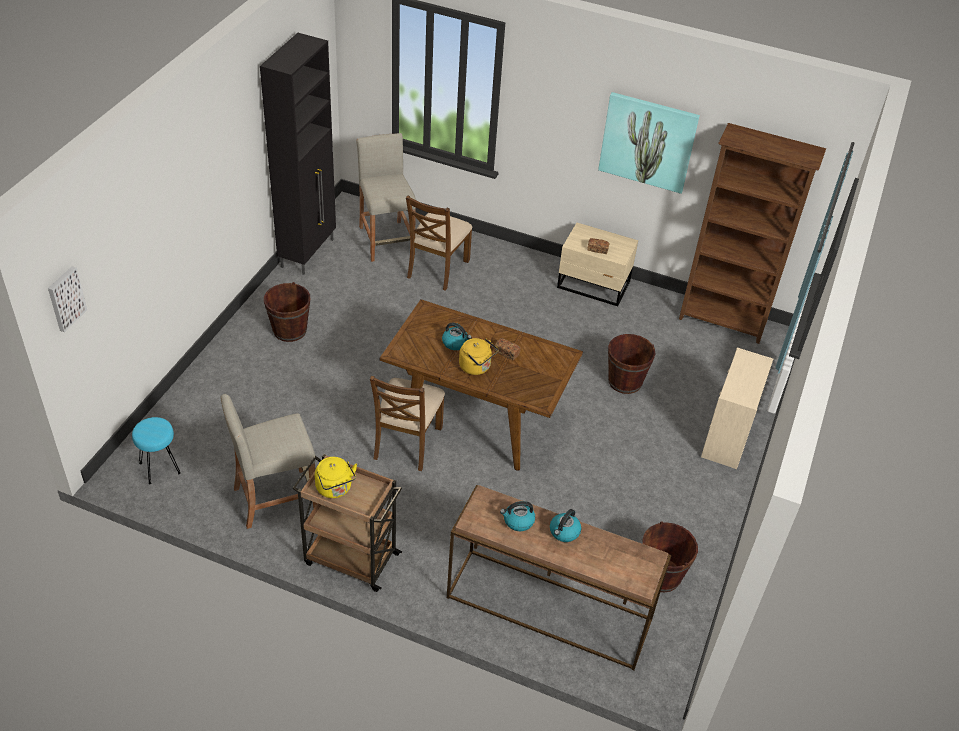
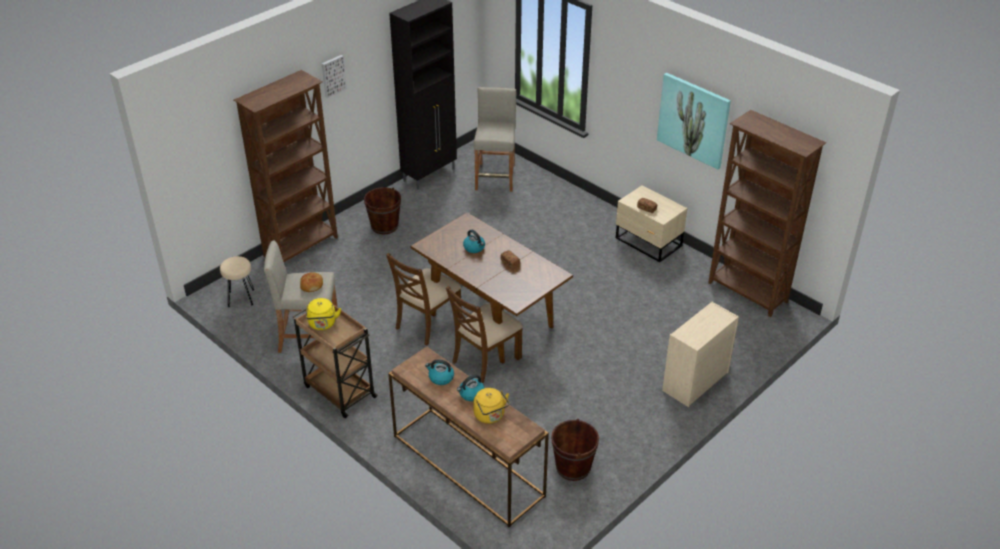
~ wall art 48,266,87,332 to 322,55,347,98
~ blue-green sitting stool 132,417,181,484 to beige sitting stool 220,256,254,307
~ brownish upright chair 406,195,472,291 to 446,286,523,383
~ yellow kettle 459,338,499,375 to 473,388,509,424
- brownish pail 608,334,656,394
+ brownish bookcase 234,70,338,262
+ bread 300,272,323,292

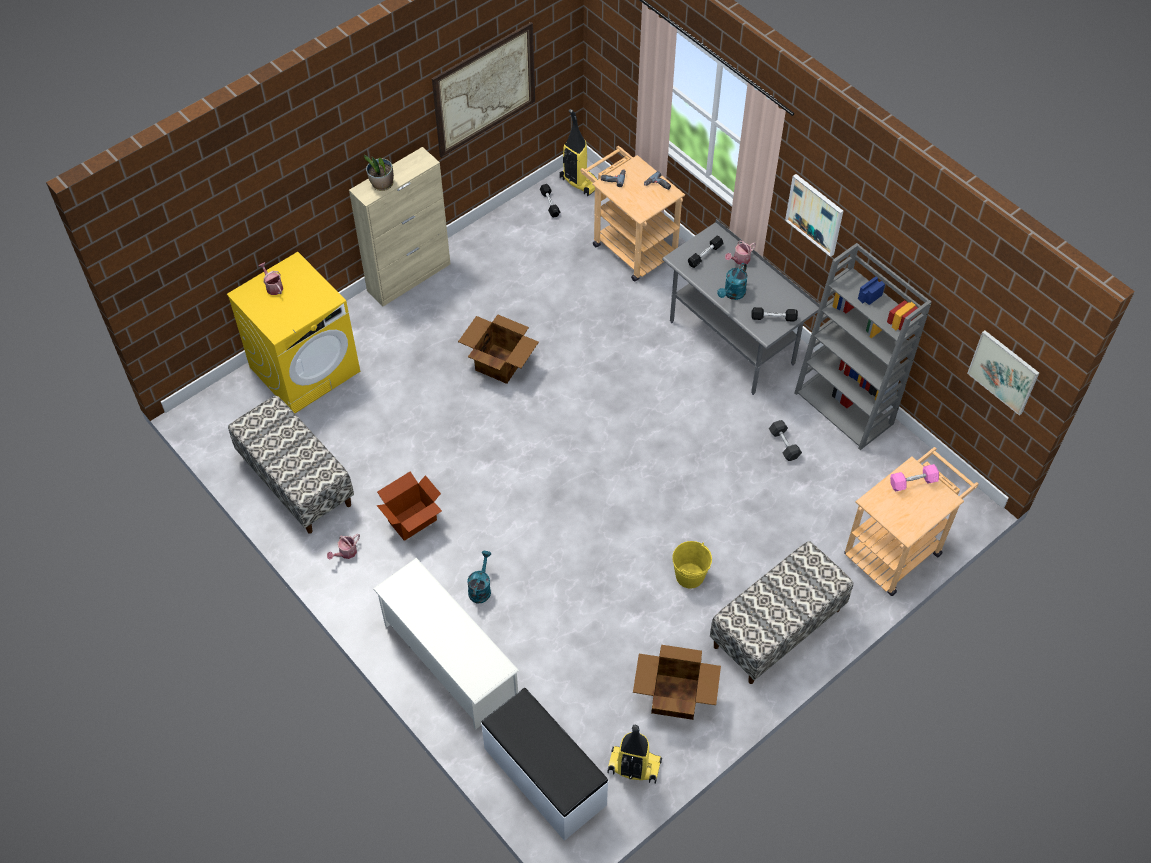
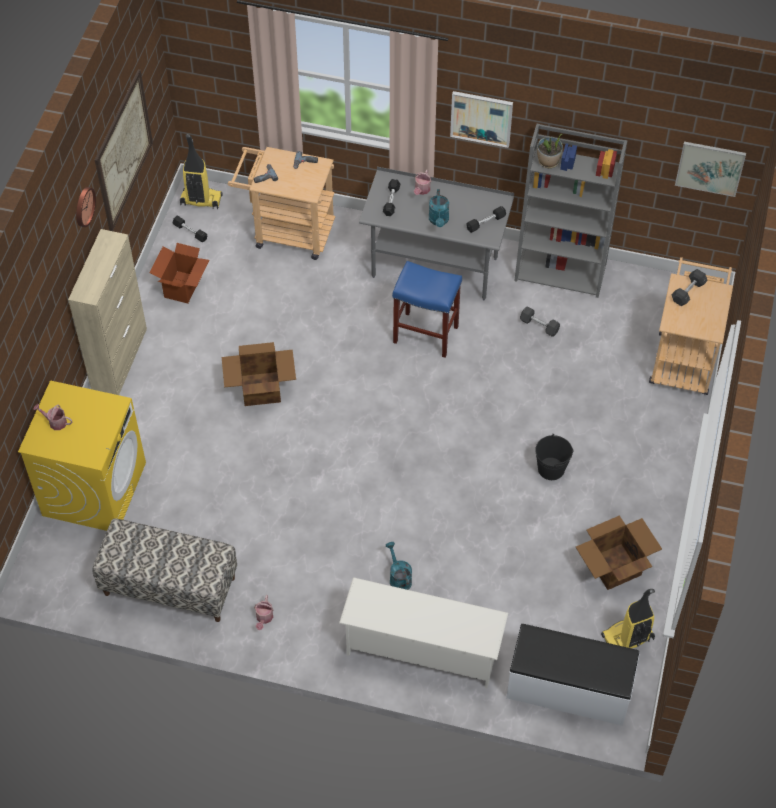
~ houseplant 364,155,394,191 to 537,134,563,168
~ carton 377,471,442,541 to 150,243,209,304
~ yellow pail 672,541,712,589 to black pail 535,434,574,480
- long seat 710,541,853,684
~ pink hand weight 890,464,939,491 to greyish hand weight 671,269,708,306
+ clock on the wall 76,187,96,227
+ bluish sitting stool 392,261,462,358

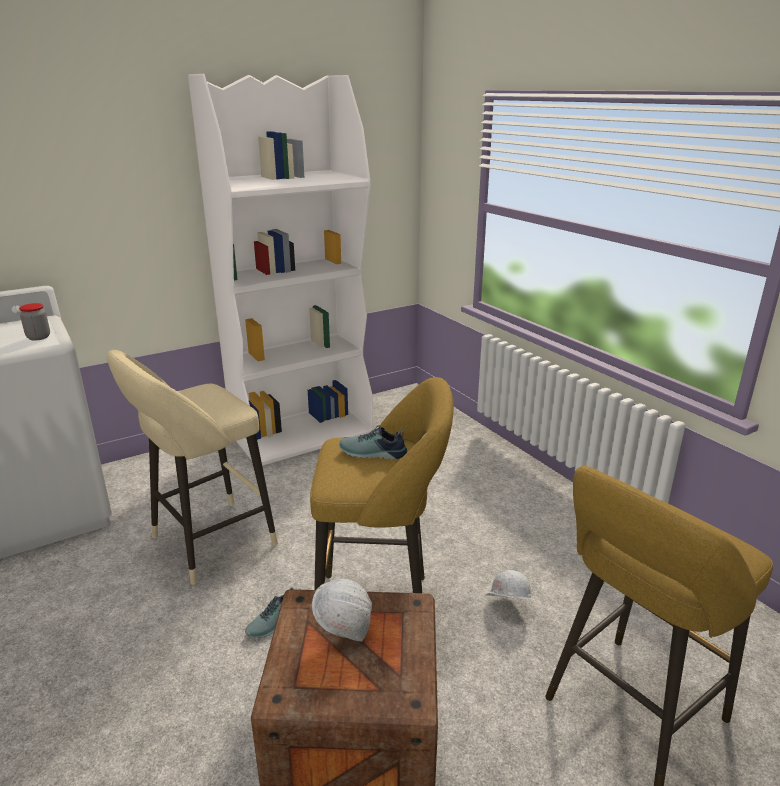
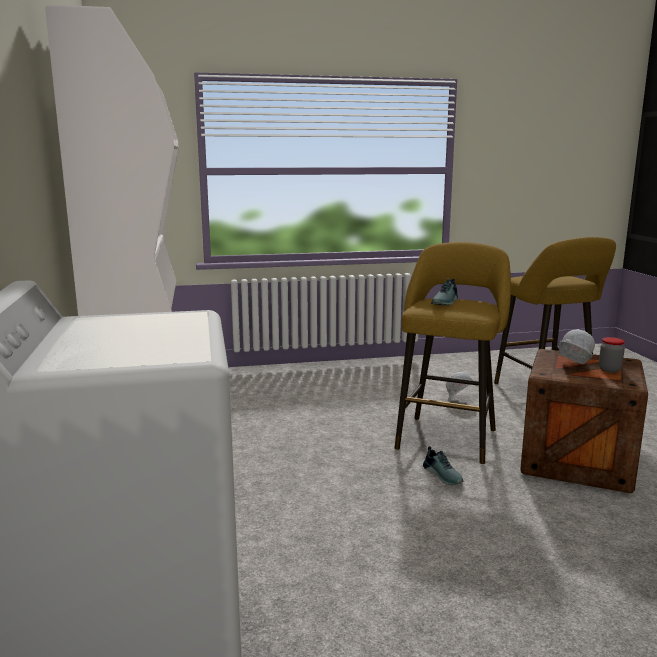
~ jar 19,303,50,341 to 599,337,625,373
- beige sitting stool 107,350,278,585

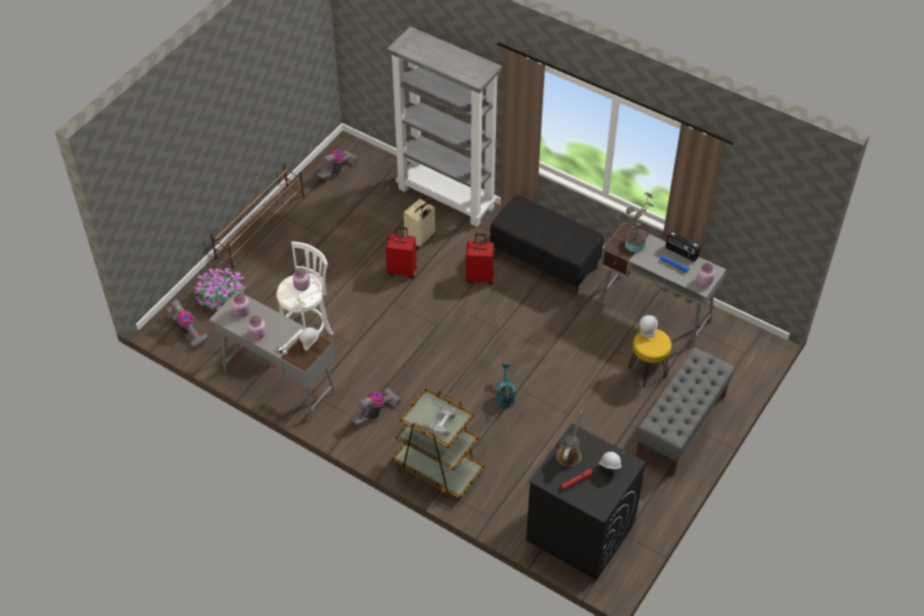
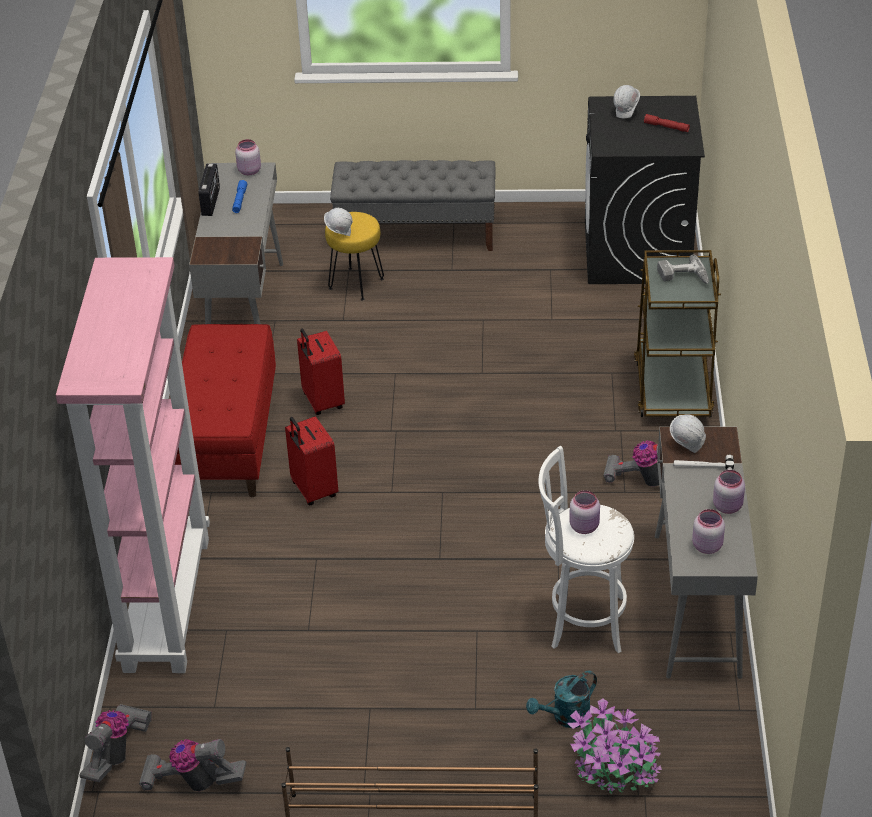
~ vacuum 166,299,209,348 to 79,704,152,782
~ red piece of luggage 386,227,417,279 to 297,329,345,415
~ greyish bookcase 387,26,502,227 to pink bookcase 56,257,210,673
- beige piece of luggage 404,199,435,249
~ black long seat 490,195,604,295 to red long seat 175,324,276,497
~ blue-green watering pot 496,363,516,408 to 526,671,597,728
- brownish watering pot 556,409,583,467
- houseplant 615,192,654,252

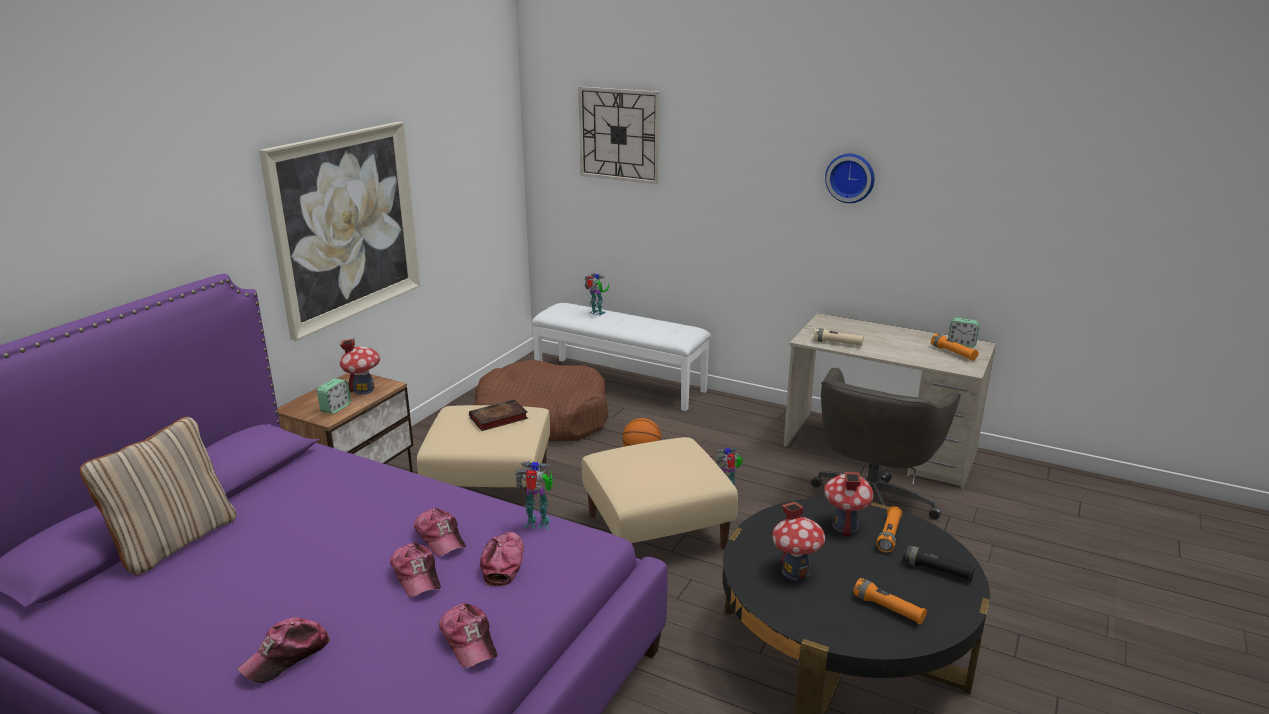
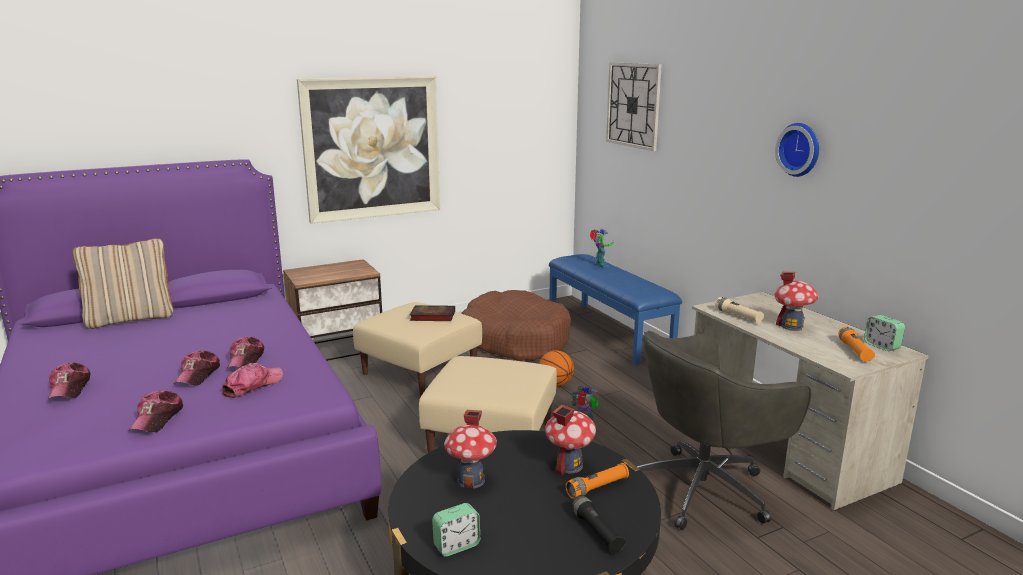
~ peaked cap 238,617,330,683 = 47,363,91,400 90 degrees counterclockwise
~ table clock 317,378,351,414 to 432,503,480,557
~ toy house 340,338,380,395 to 775,272,819,331
- robot figure 515,461,553,529
~ whitish long seat 531,303,711,411 to bluish long seat 549,254,682,365
- orangey flashlight 853,578,927,625

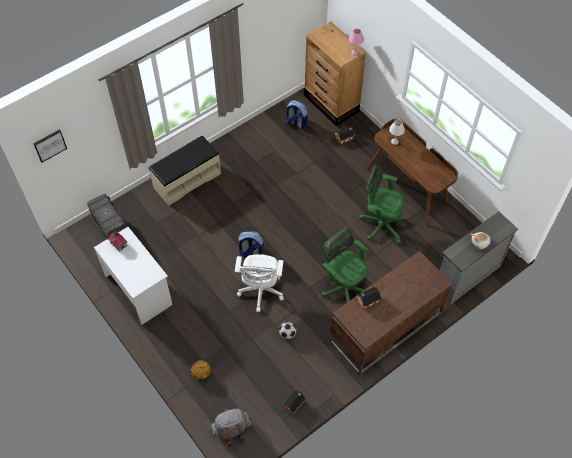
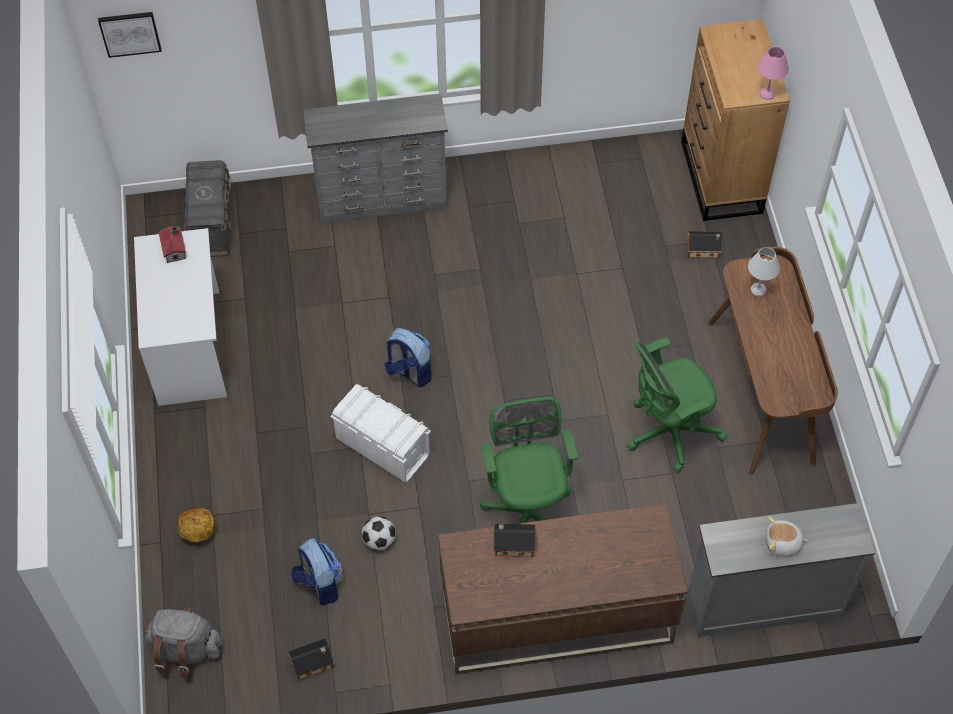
~ beige long seat 148,135,221,206 to greyish chest of drawers 303,94,448,224
~ whitish computer chair 235,254,284,312 to whitish storage box 330,384,431,483
~ backpack 286,100,308,129 to 291,538,343,605
~ greenish computer chair 359,165,407,244 = 627,337,727,473 75 degrees counterclockwise

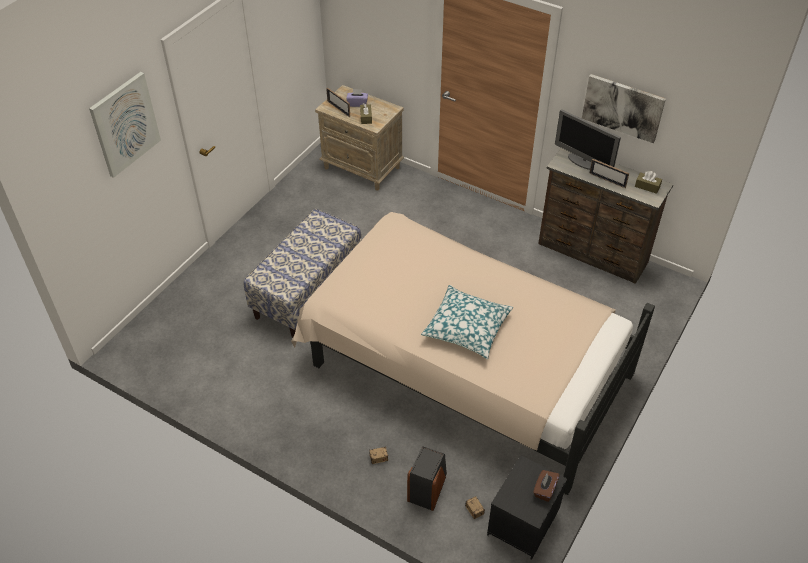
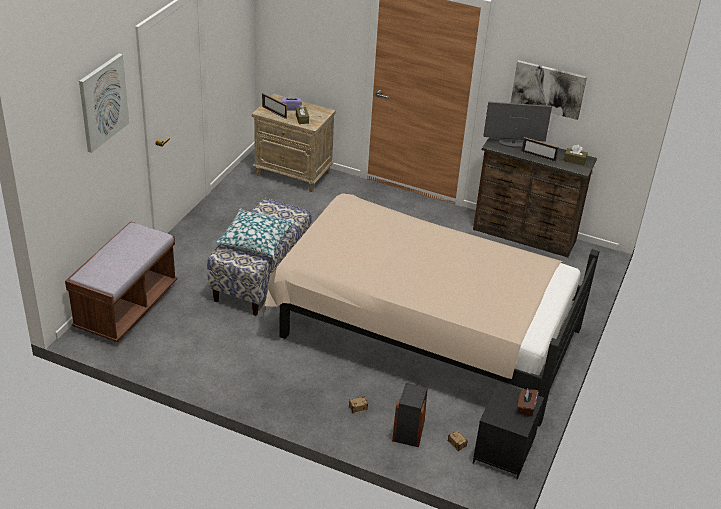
~ cushion 421,285,513,359 to 216,208,295,257
~ monitor 555,109,621,170 = 483,102,552,148 150 degrees clockwise
+ brownish long seat 65,221,177,342

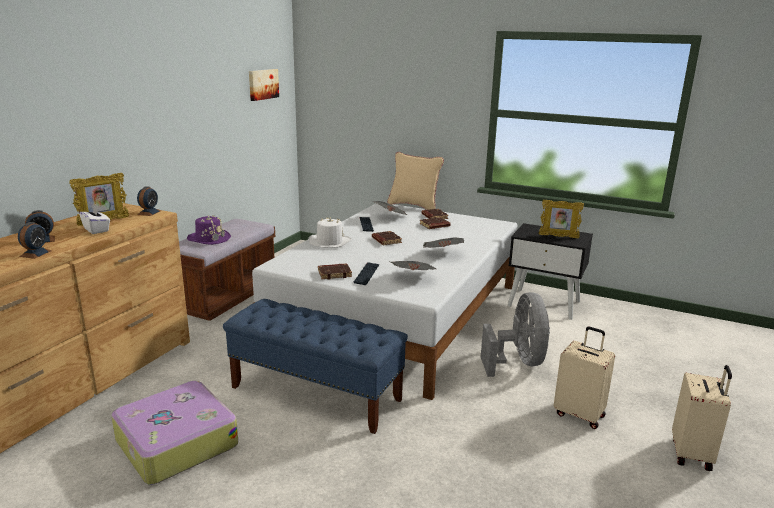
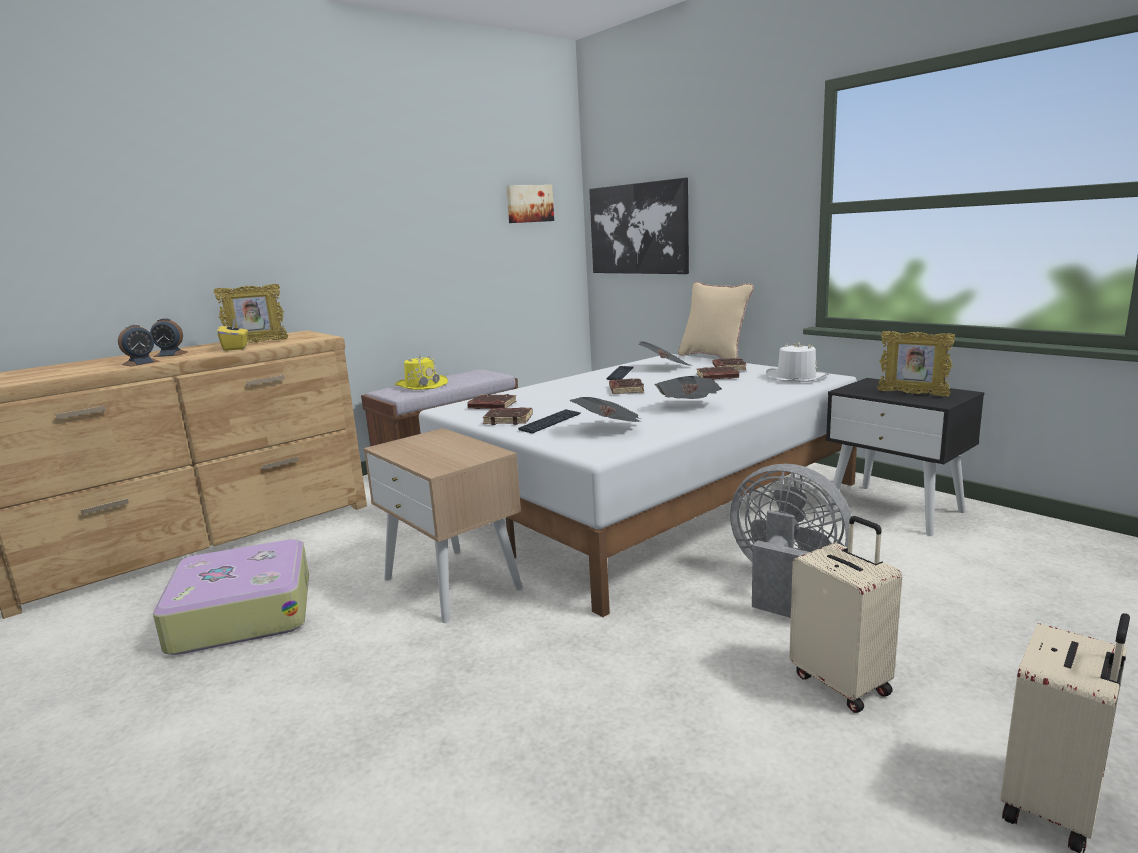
~ whitish box of tissues 79,205,110,234 to yellow box of tissues 217,318,248,351
- table clock 137,186,161,216
~ purplish wearable hat 187,215,231,245 to yellow wearable hat 395,354,448,390
~ bluish long seat 223,299,408,434 to beige bedside table 364,428,523,623
~ whitish wearable hat 308,217,351,248 to 766,341,829,382
~ greyish electric fan 481,292,550,377 = 730,464,852,618 75 degrees counterclockwise
+ brownish bound book 467,394,516,409
+ wall art 589,177,689,274

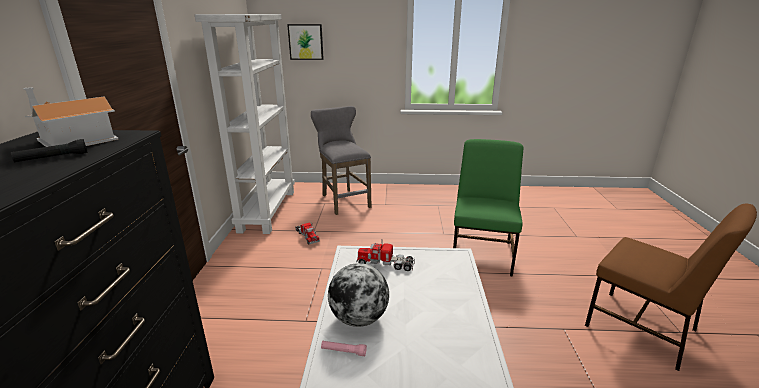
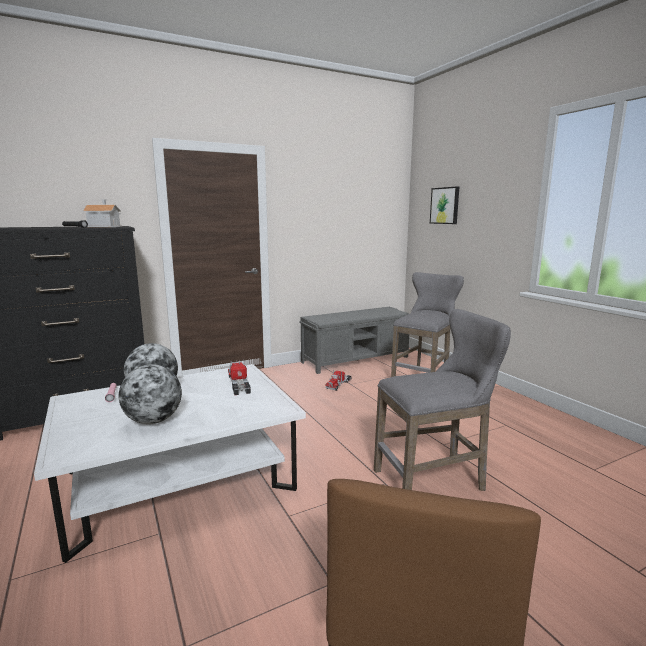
~ whitish bookcase 195,14,295,234 to greyish long seat 299,307,409,374
~ greenish upright chair 453,139,523,277 to greyish sitting stool 374,309,511,491
+ desk globe 119,364,182,424

